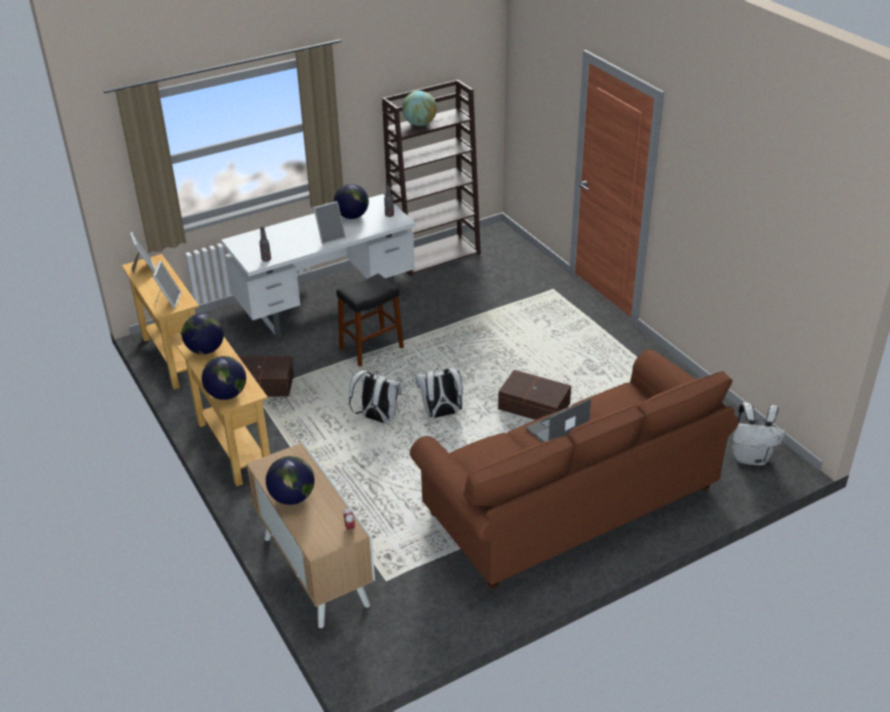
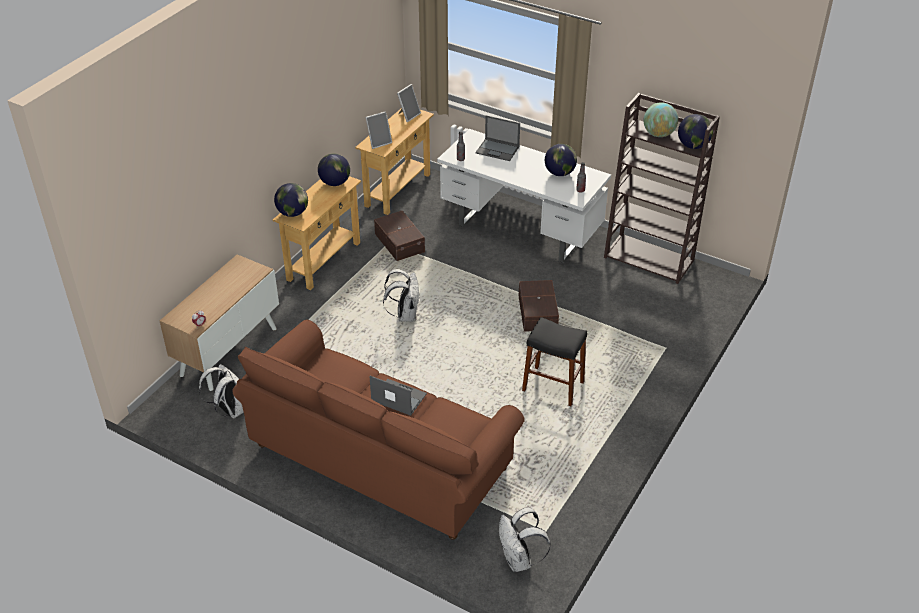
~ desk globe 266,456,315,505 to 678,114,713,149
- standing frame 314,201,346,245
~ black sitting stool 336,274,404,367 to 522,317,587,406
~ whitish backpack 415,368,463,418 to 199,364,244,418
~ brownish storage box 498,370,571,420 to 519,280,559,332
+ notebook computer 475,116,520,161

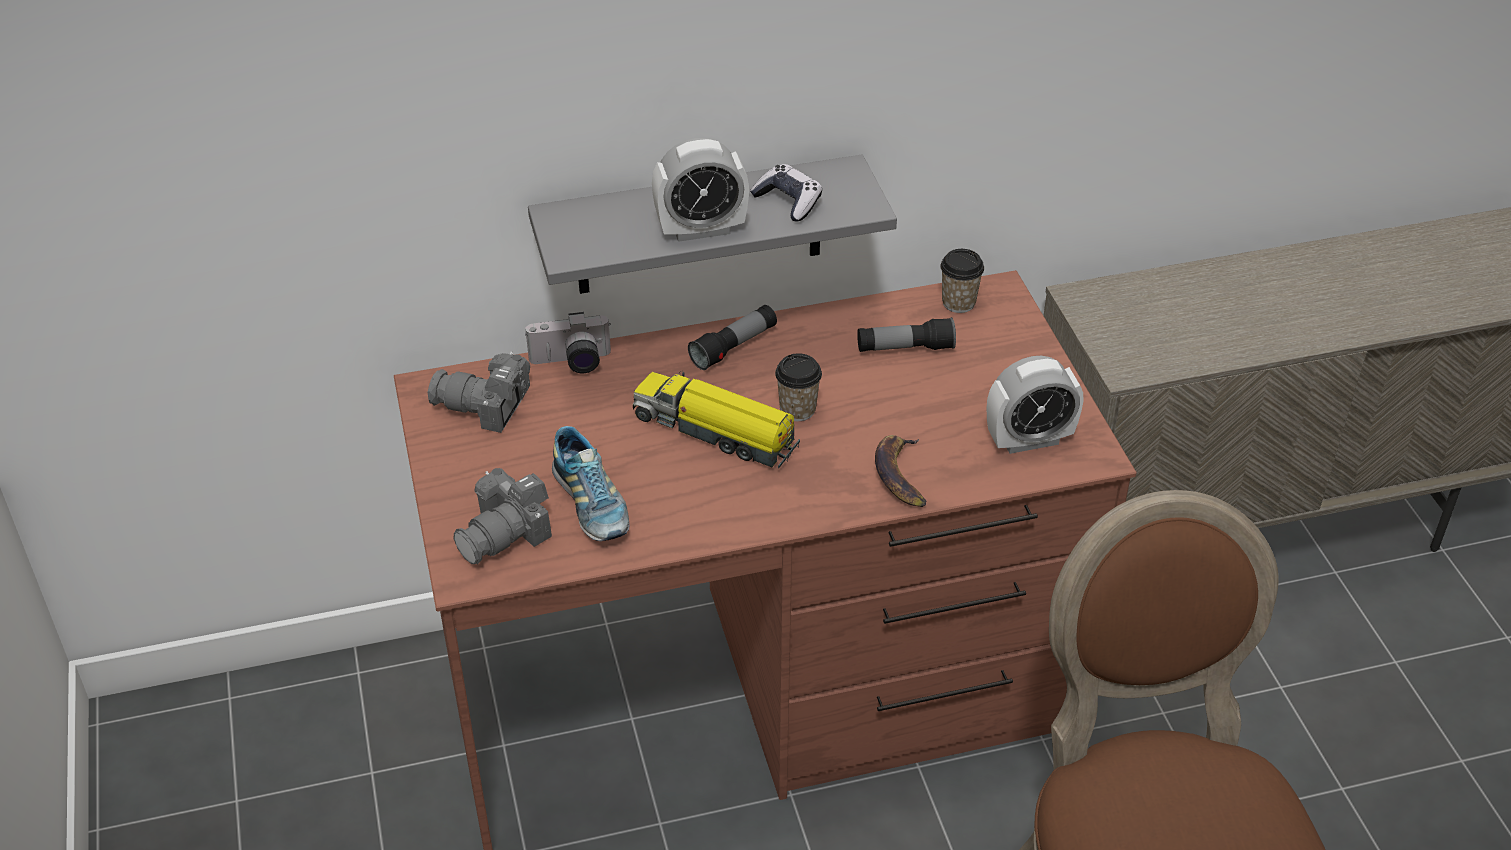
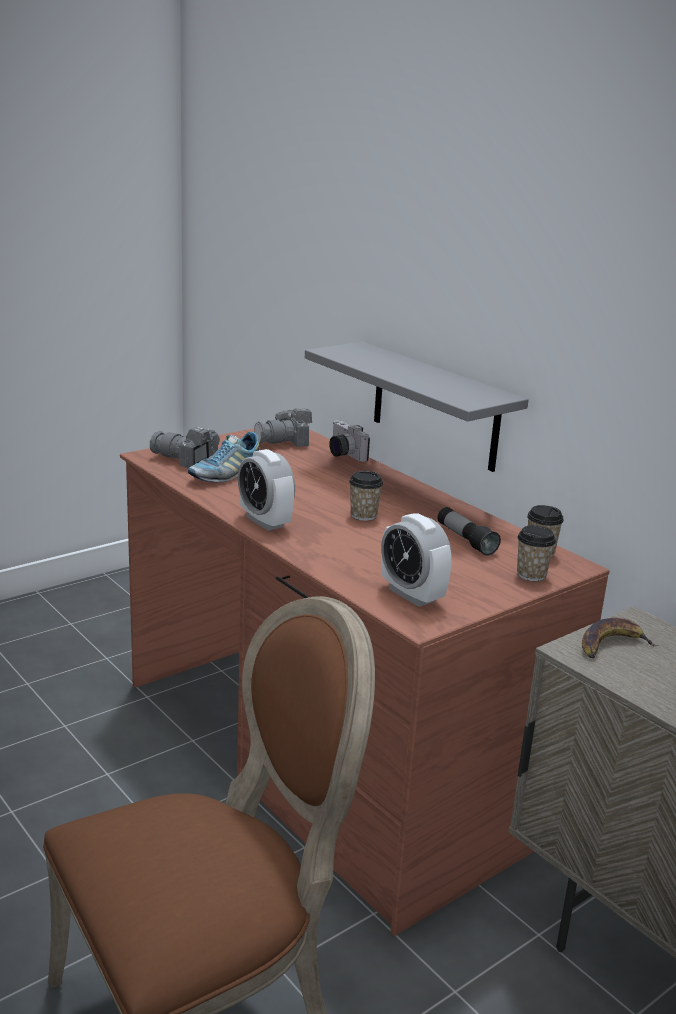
~ photo camera 428,351,530,433 = 254,408,312,447 105 degrees counterclockwise
- toy truck 633,371,800,468
~ table clock 652,138,749,242 to 238,449,295,531
- flashlight 688,305,777,370
- joypad 750,164,822,222
~ banana fruit 875,435,926,507 to 582,618,658,658
+ drinking cup 517,525,556,581

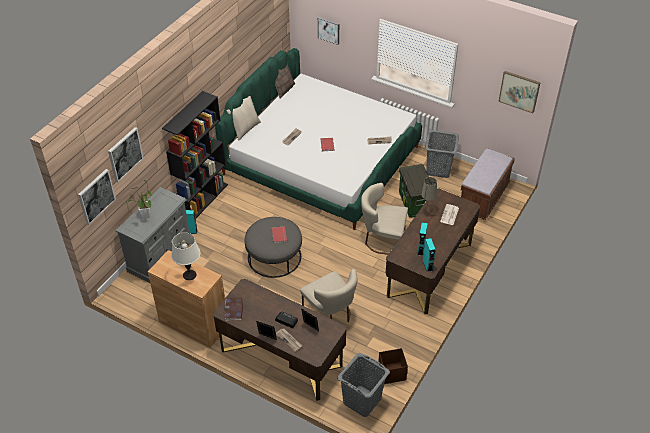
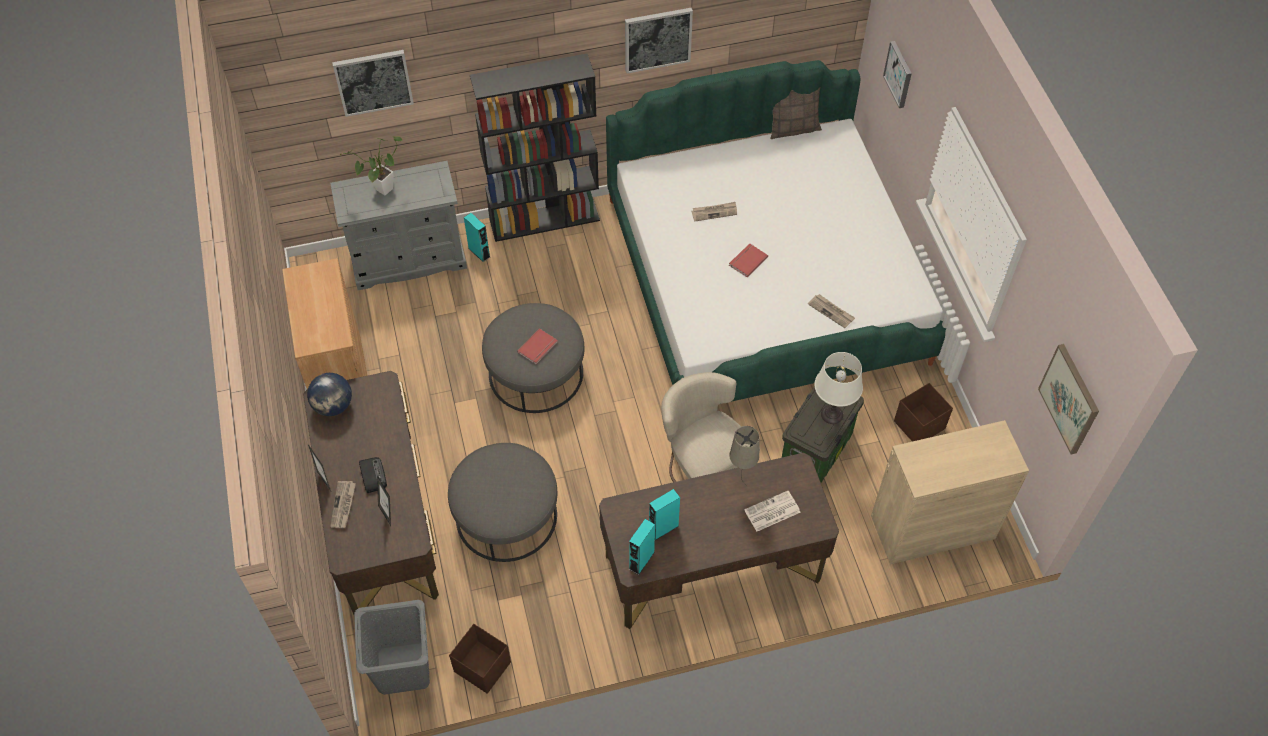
~ wall art 78,169,116,225 to 625,8,693,73
~ whitish table lamp 171,233,200,280 to 814,352,863,424
~ bound book 225,297,243,321 to desk globe 307,373,352,416
- beige cushion 227,96,261,141
~ beige upright chair 300,269,357,322 to greyish ottoman 448,443,557,562
~ greyish hamper 425,130,459,178 to brownish storage box 894,383,953,442
~ brownish long seat 461,148,515,220 to beige cabinet 871,420,1029,565

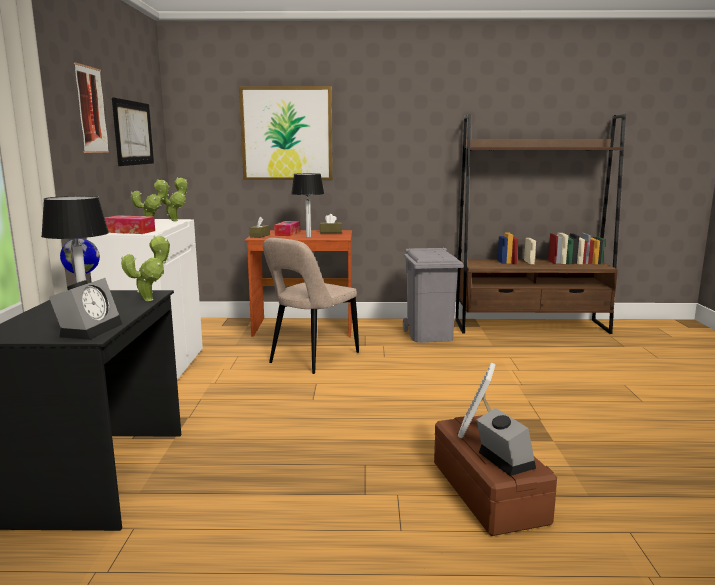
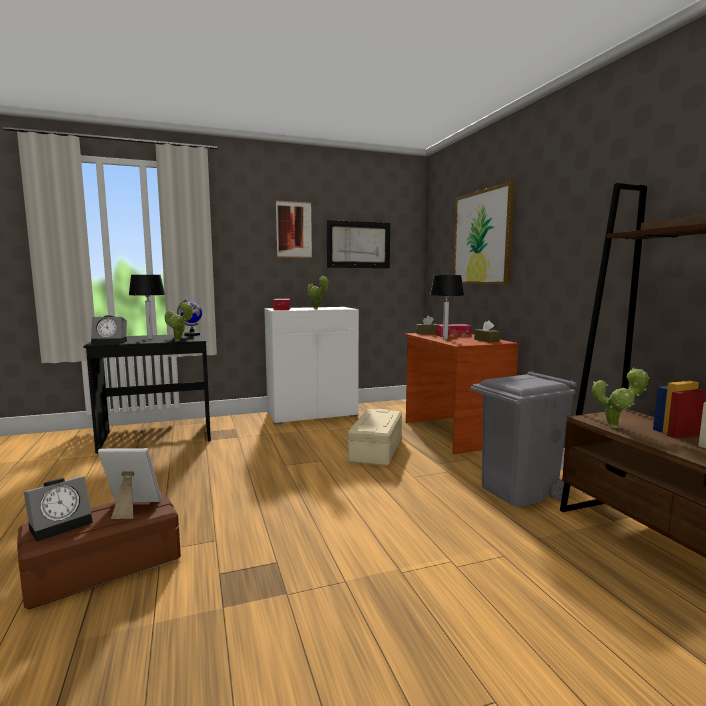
~ houseplant 161,177,188,221 to 592,367,649,428
~ beige upright chair 263,238,359,374 to beige storage box 348,409,402,466

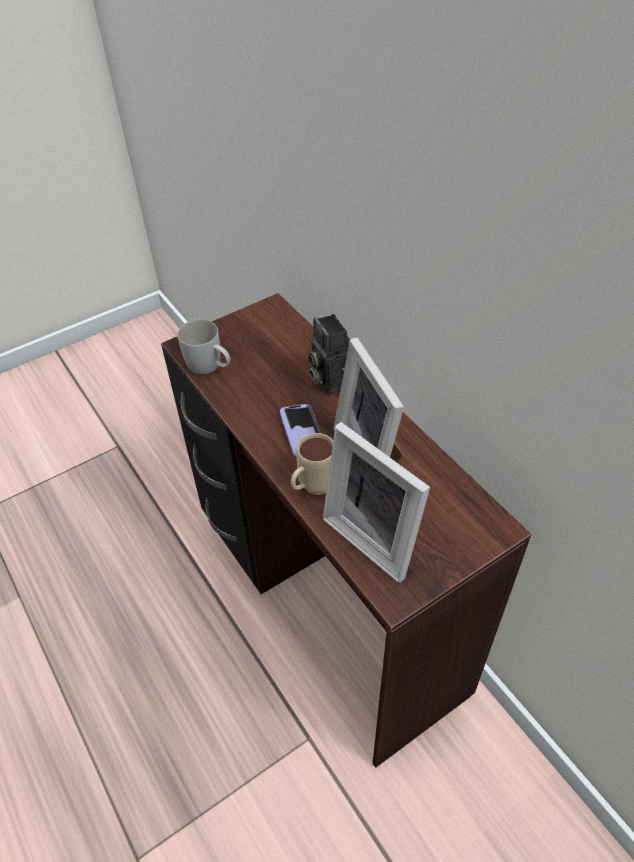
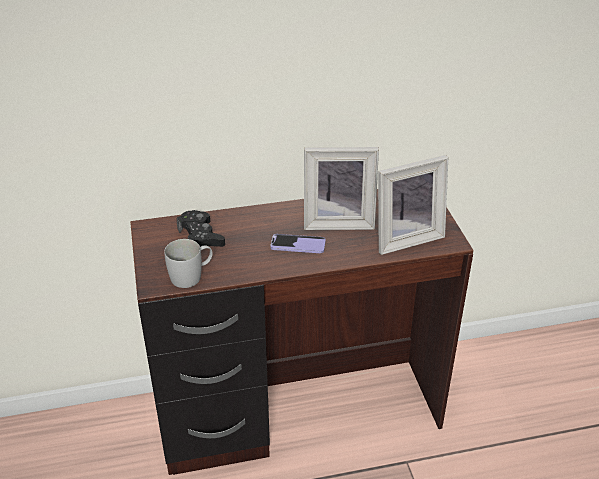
- beige mug 291,433,333,495
- photo camera 308,314,350,396
+ black joypad 176,210,225,247

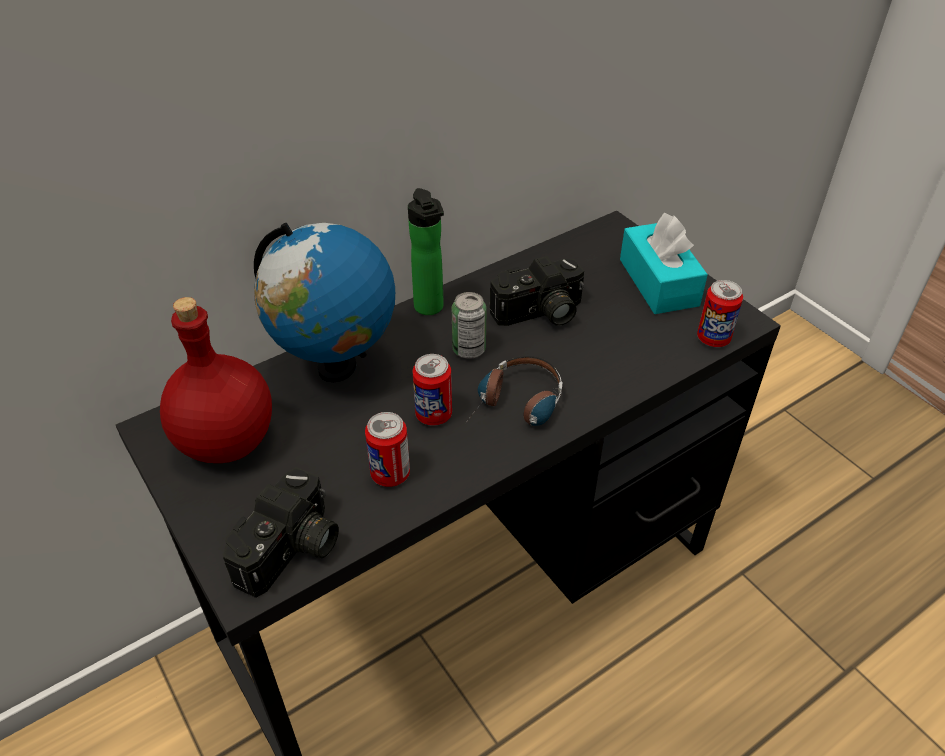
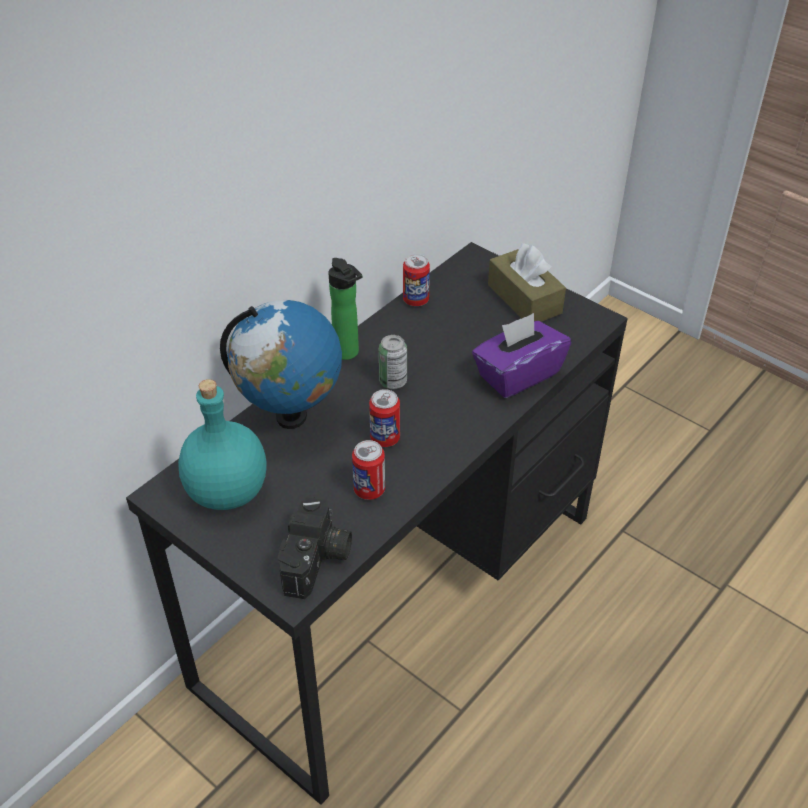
~ red beverage bottle 160,297,272,463 to blue-green beverage bottle 178,379,267,510
- headset 465,356,562,426
- photo camera 490,256,584,326
~ blue-green box of tissues 620,213,708,314 to brownish box of tissues 488,243,566,322
~ metal can 697,280,743,347 to 403,254,430,306
+ purplish box of tissues 472,313,571,398

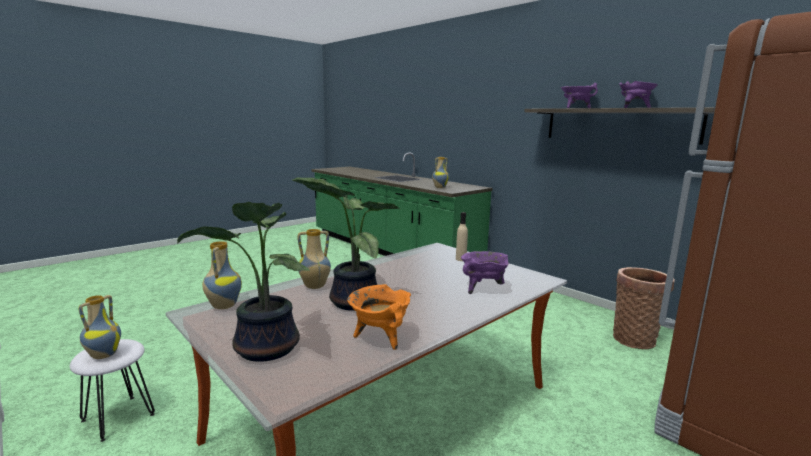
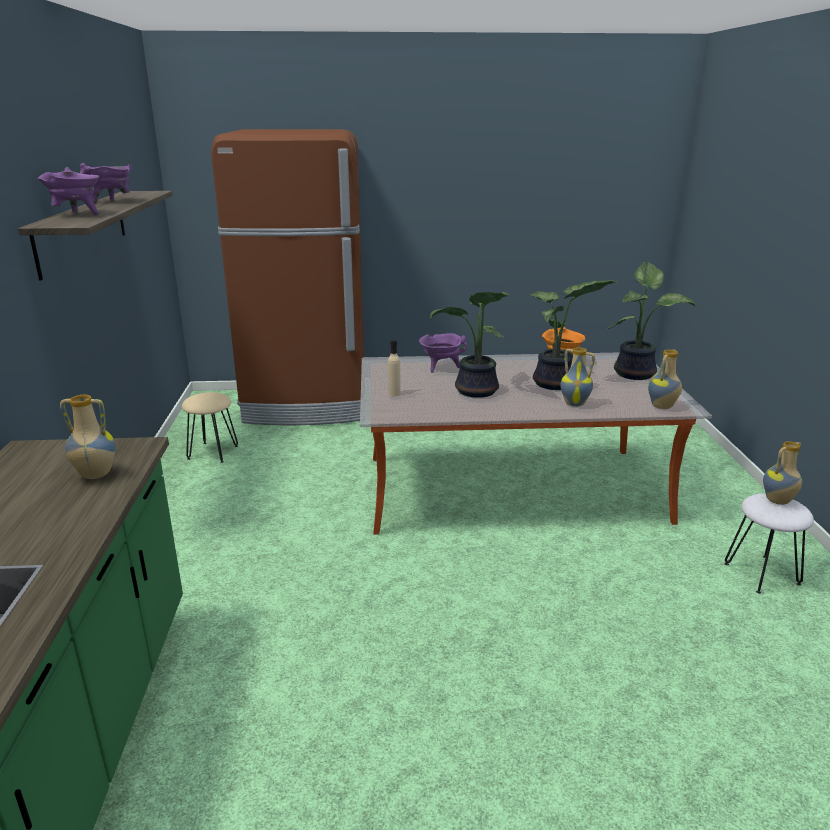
~ household basket 613,267,675,349 to beige sitting stool 182,392,238,463
+ houseplant 430,292,509,398

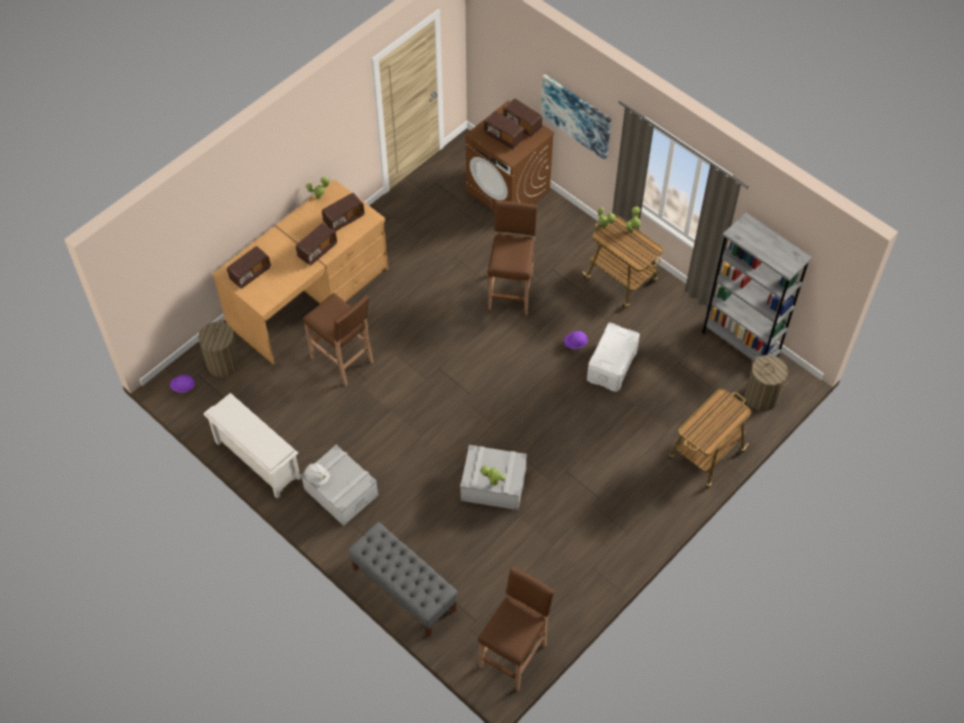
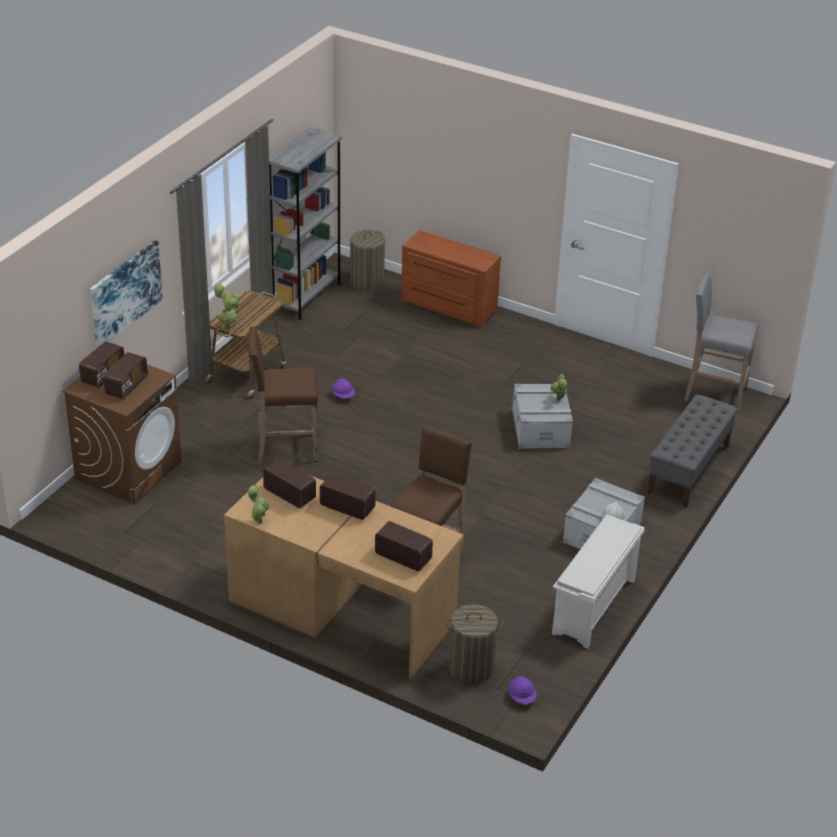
~ brownish sitting stool 478,567,555,691 to greyish sitting stool 684,271,758,413
- whitish storage box 587,323,640,392
~ cart 669,389,751,488 to brownish chest of drawers 401,230,502,328

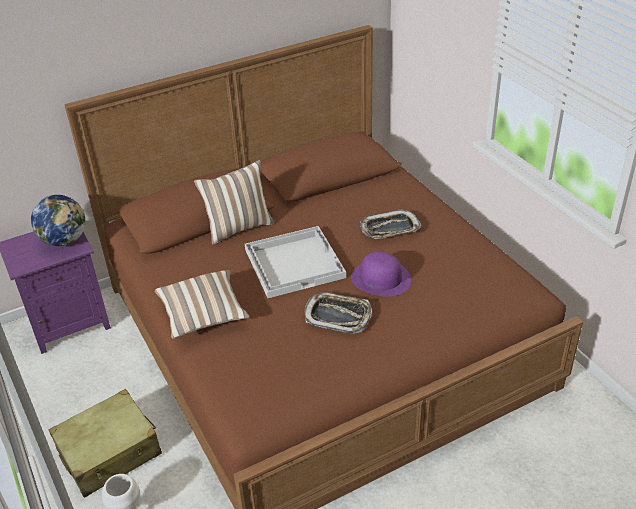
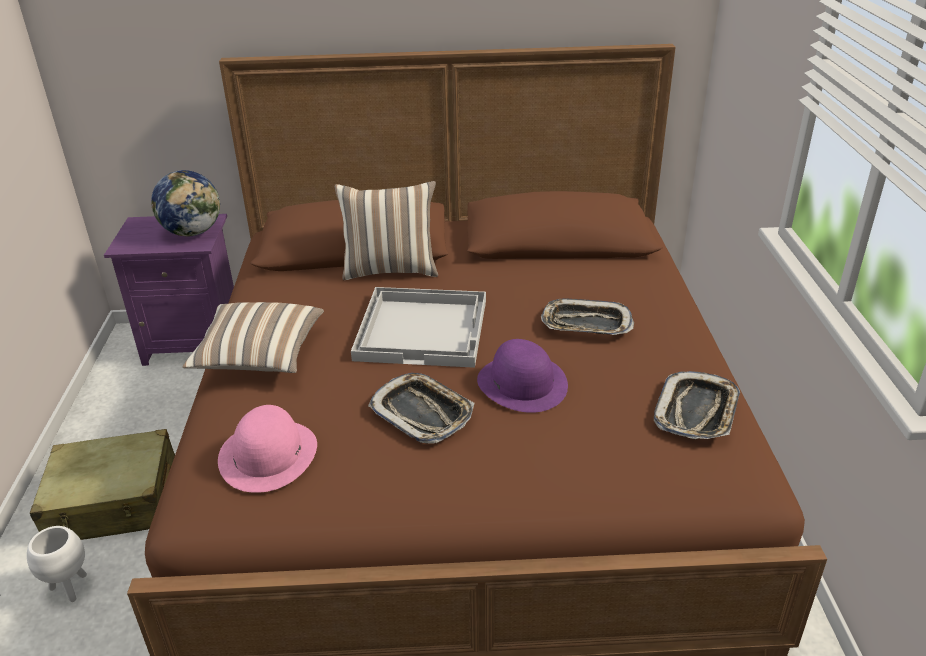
+ pink wearable hat 218,405,317,493
+ tray 654,371,740,439

